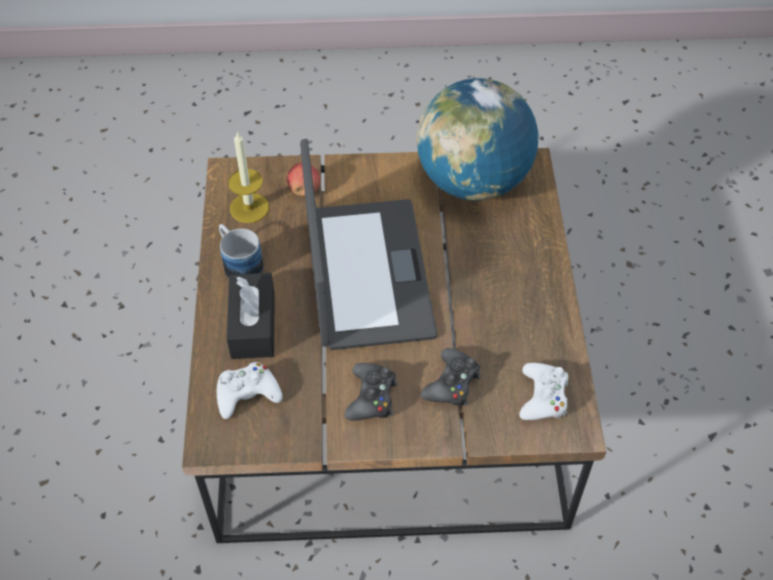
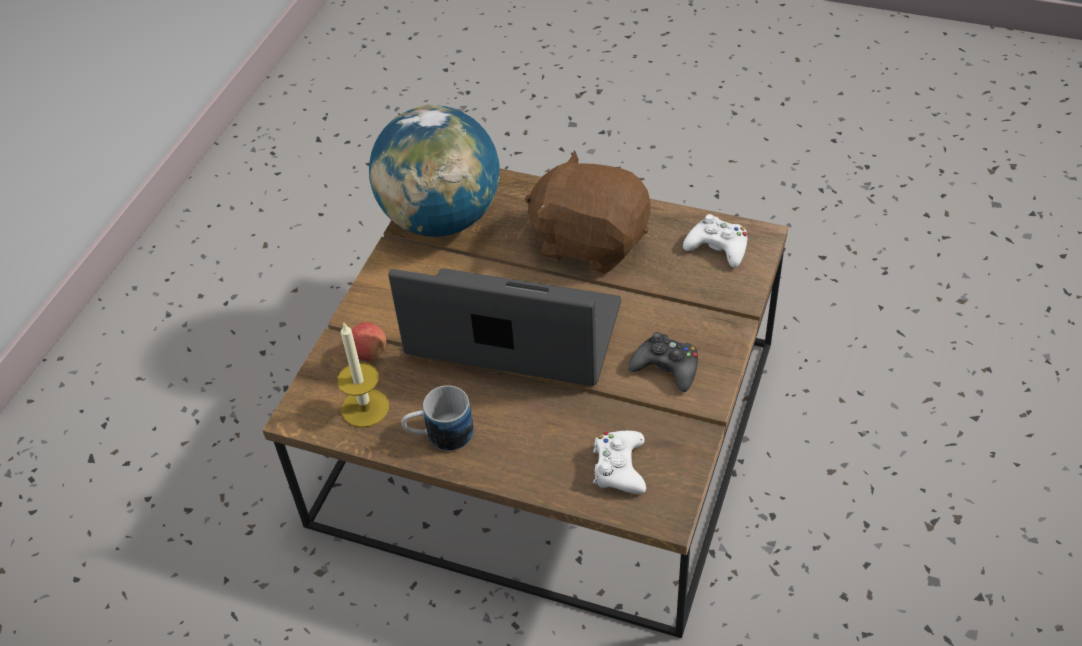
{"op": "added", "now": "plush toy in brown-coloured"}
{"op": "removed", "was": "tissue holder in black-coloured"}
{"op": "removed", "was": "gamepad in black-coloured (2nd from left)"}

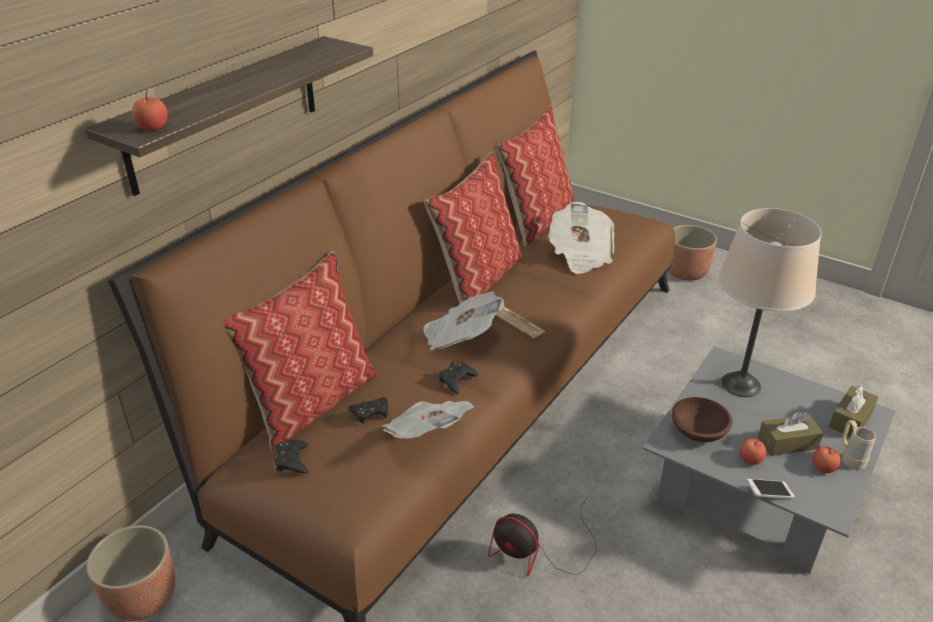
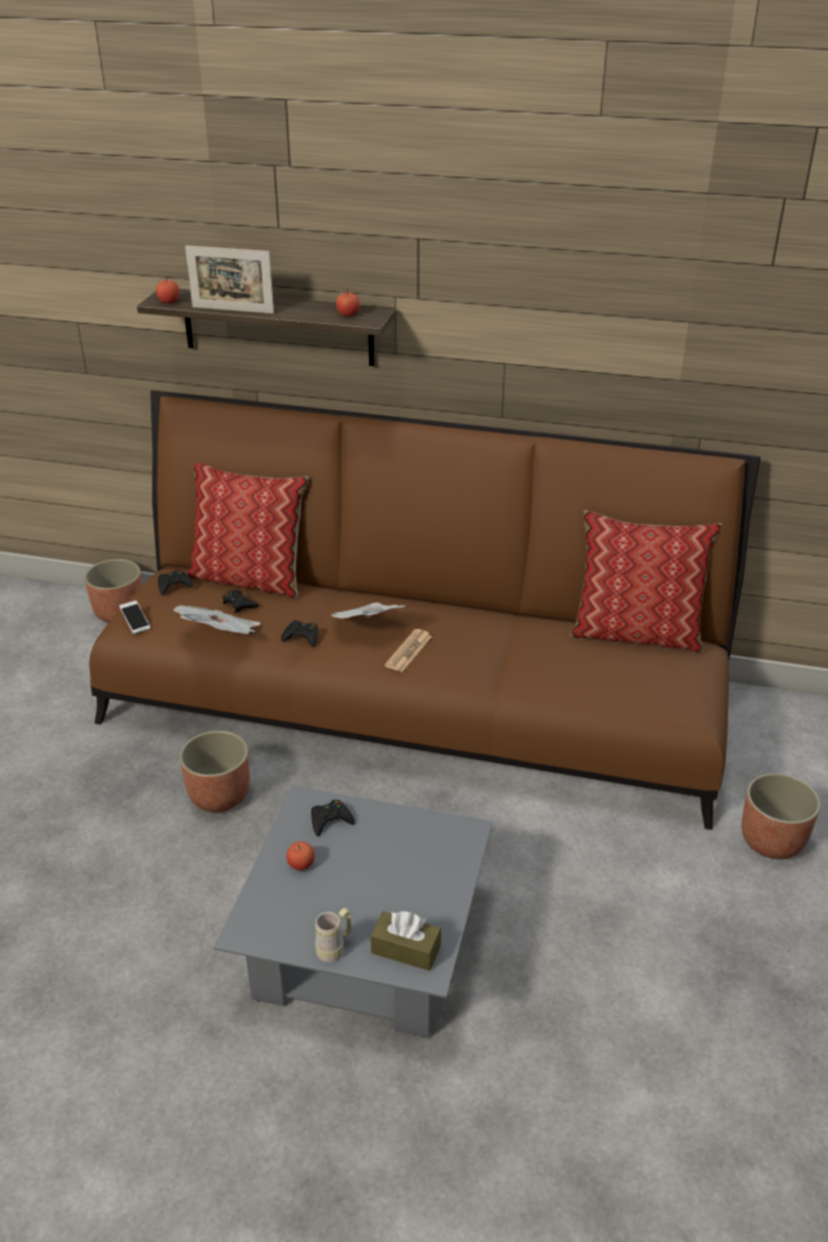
{"op": "moved", "was": "telephone"}
{"op": "replaced", "was": "cooling fan", "now": "planter (2nd from left)"}
{"op": "added", "now": "picture frame"}
{"op": "replaced", "was": "serving bowl in brown-coloured", "now": "gamepad in black-coloured (4th from left)"}
{"op": "moved", "was": "apple fruit (3rd from left)"}
{"op": "removed", "was": "throw pillow (2nd from left)"}
{"op": "removed", "was": "printed paper (4th from left)"}
{"op": "removed", "was": "tabletop lamp in beige-coloured"}
{"op": "removed", "was": "tissue holder in brown-coloured (1st from left)"}

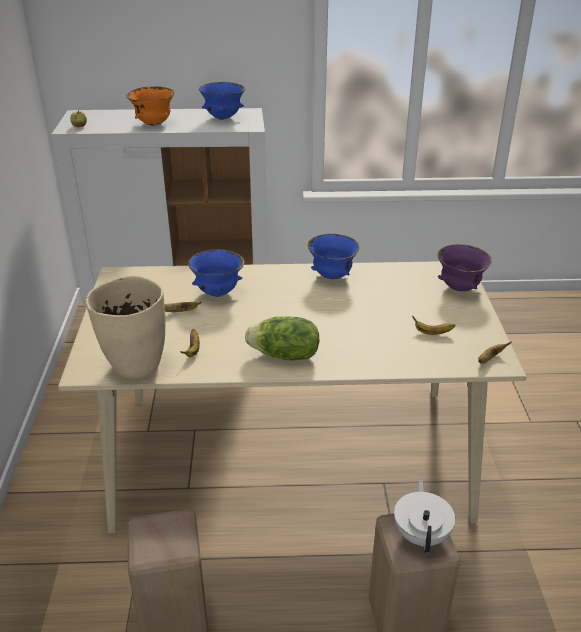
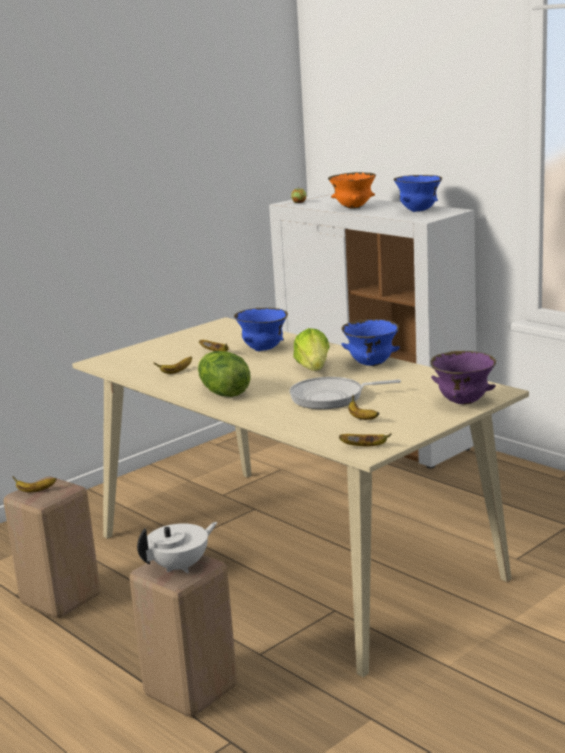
{"op": "added", "now": "banana (1st from left)"}
{"op": "added", "now": "frying pan"}
{"op": "added", "now": "lettuce head (2nd from left)"}
{"op": "removed", "was": "flower vase in beige-coloured"}

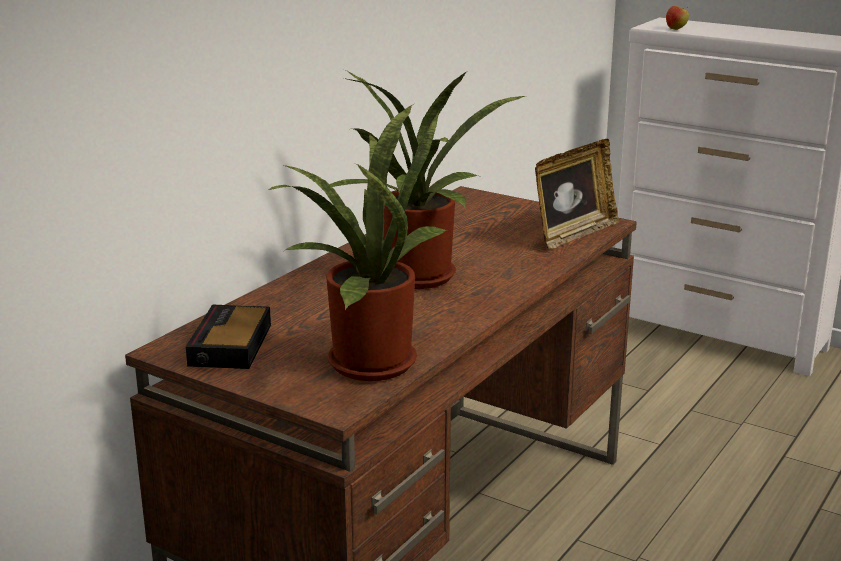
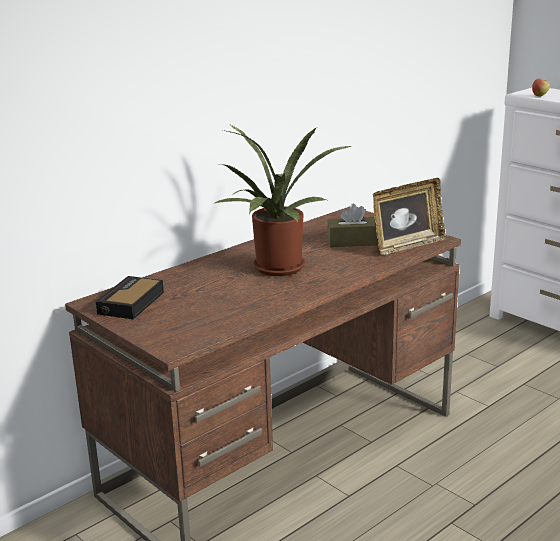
{"op": "added", "now": "tissue holder in brown-coloured"}
{"op": "removed", "was": "plant in a pot (1st from left)"}

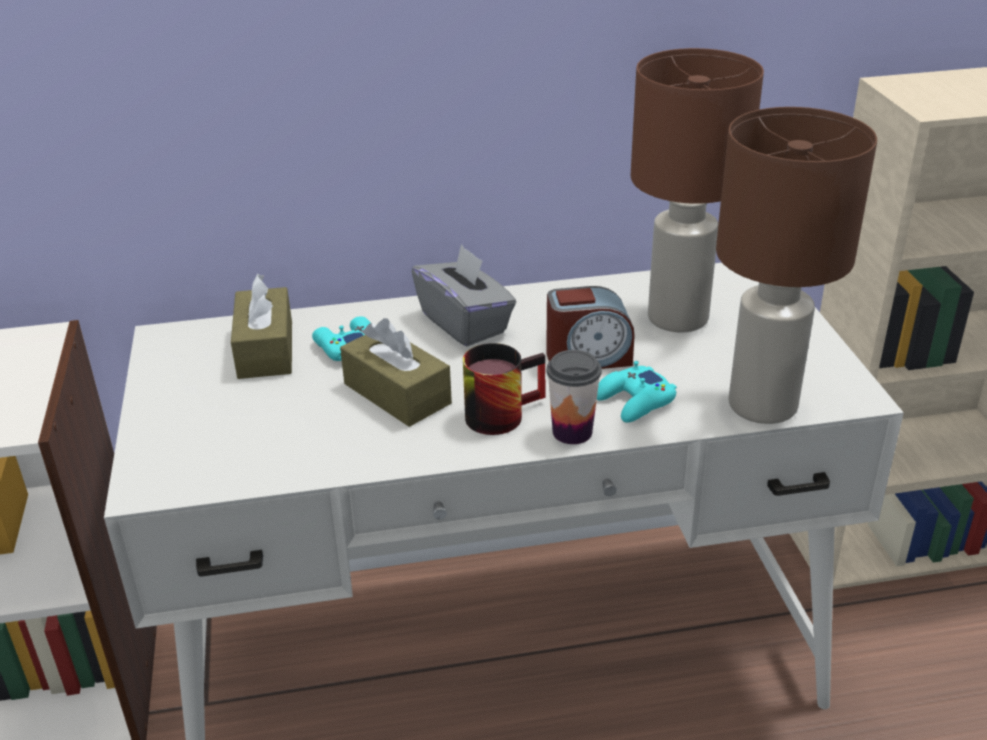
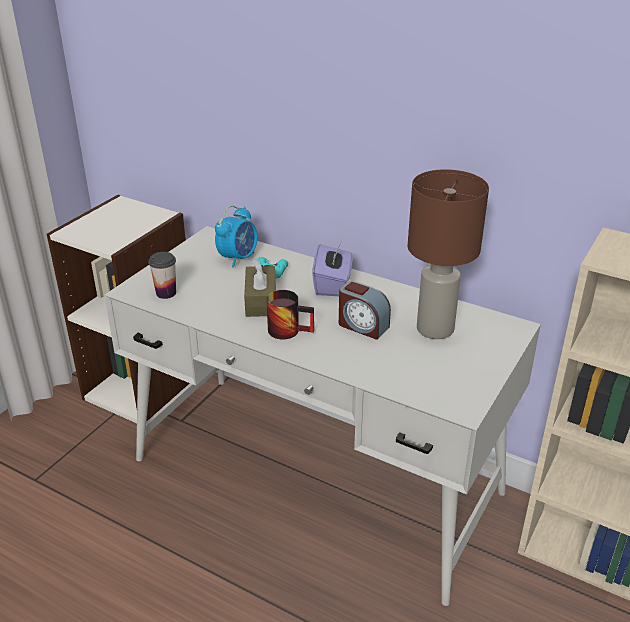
{"op": "moved", "was": "cup"}
{"op": "replaced", "was": "tissue holder in brown-coloured (1st from left)", "now": "bedside clock (1st from left)"}
{"op": "recoloured", "was": "tissue holder in gray", "now": "tissue holder in purple-coloured"}
{"op": "removed", "was": "gamepad in blue-green (2nd from left)"}
{"op": "removed", "was": "tabletop lamp in brown-coloured (2nd from left)"}

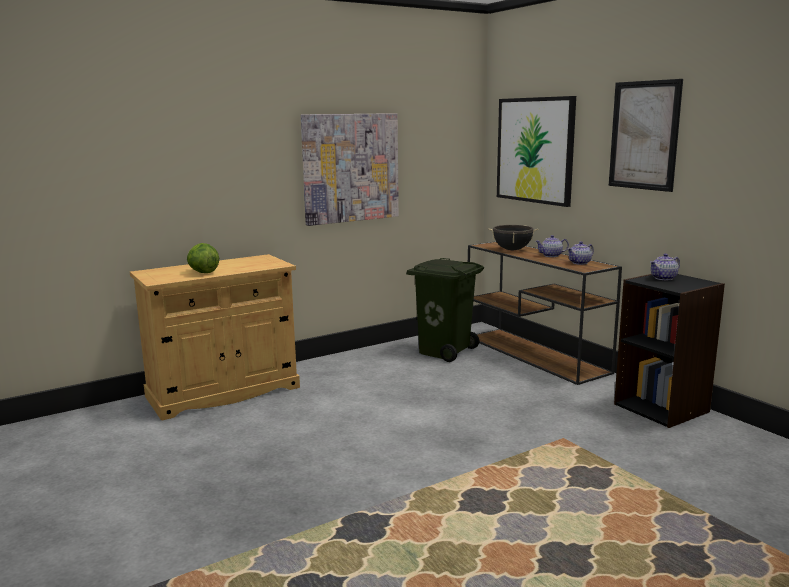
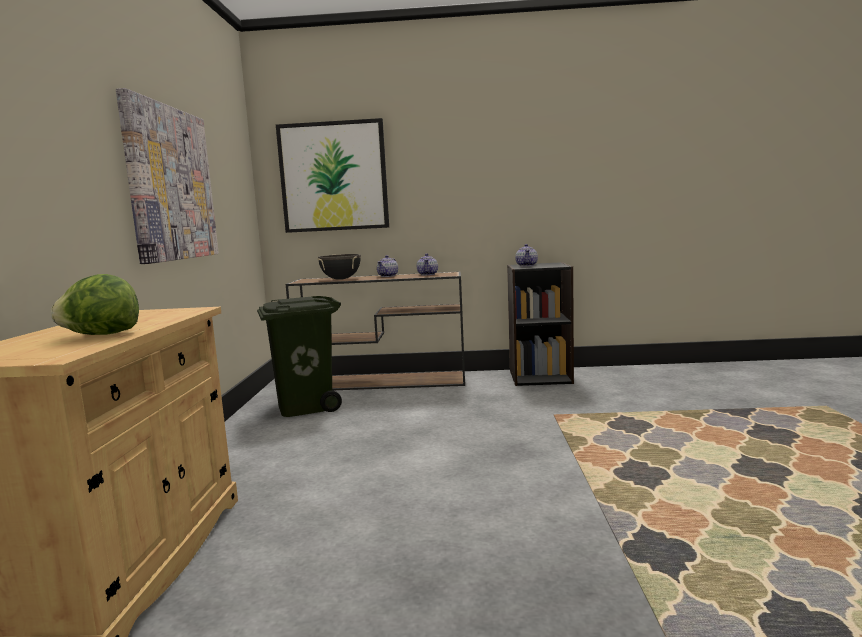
{"op": "removed", "was": "picture (3rd from left)"}

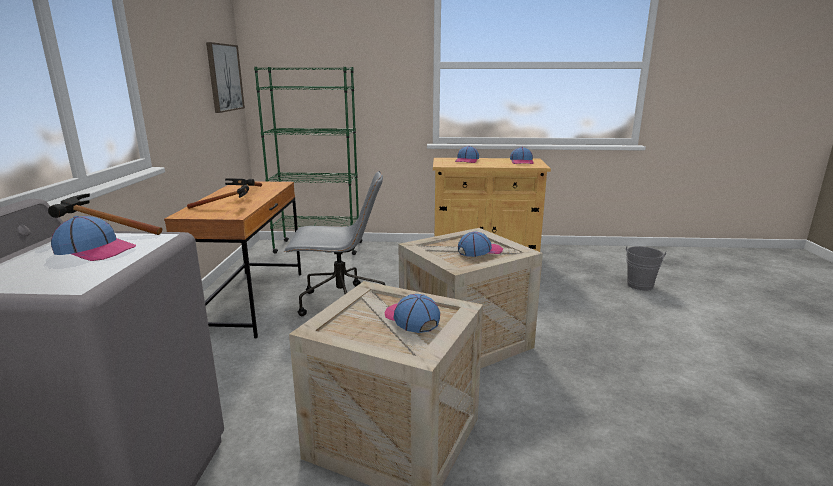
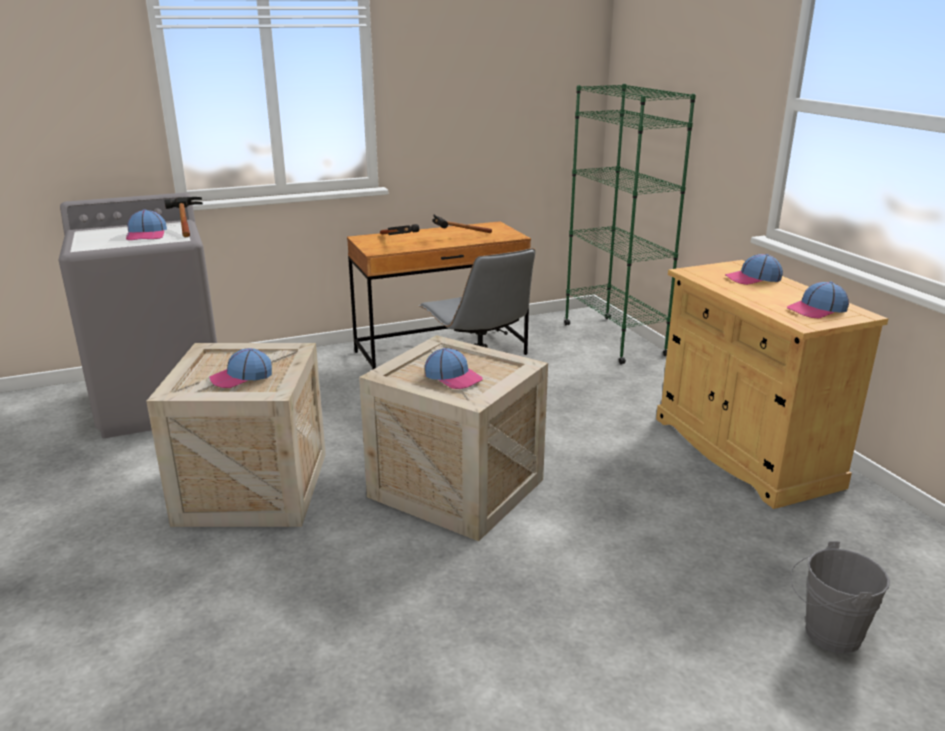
{"op": "turned", "was": "cap (2nd from left)", "clockwise": -150}
{"op": "removed", "was": "picture"}

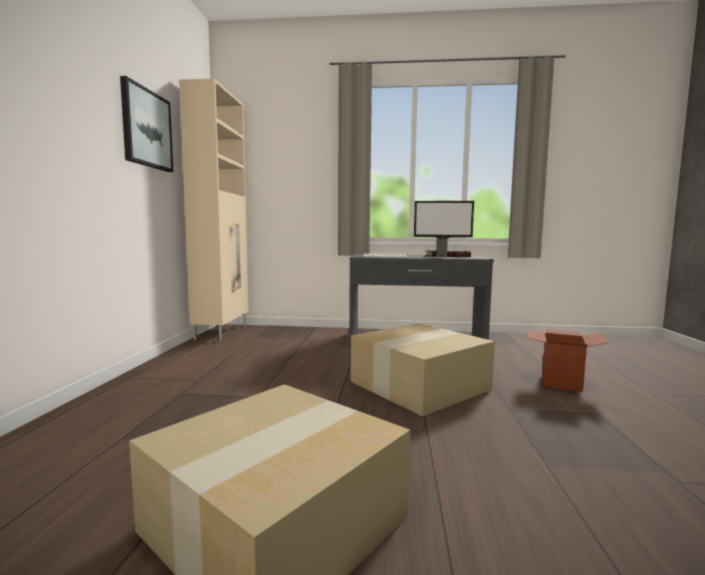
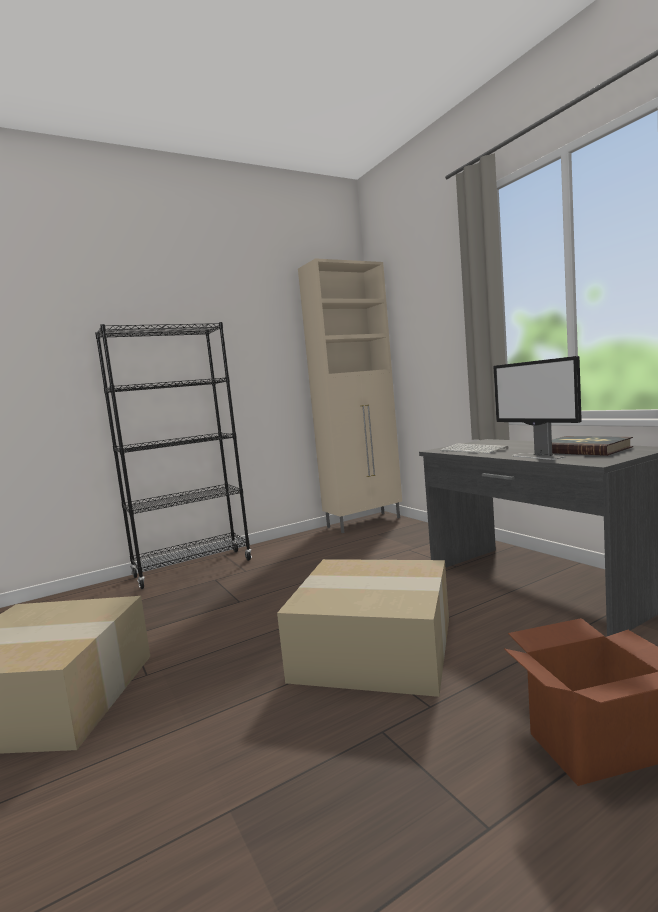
{"op": "added", "now": "bookshelf in black-coloured"}
{"op": "removed", "was": "picture"}

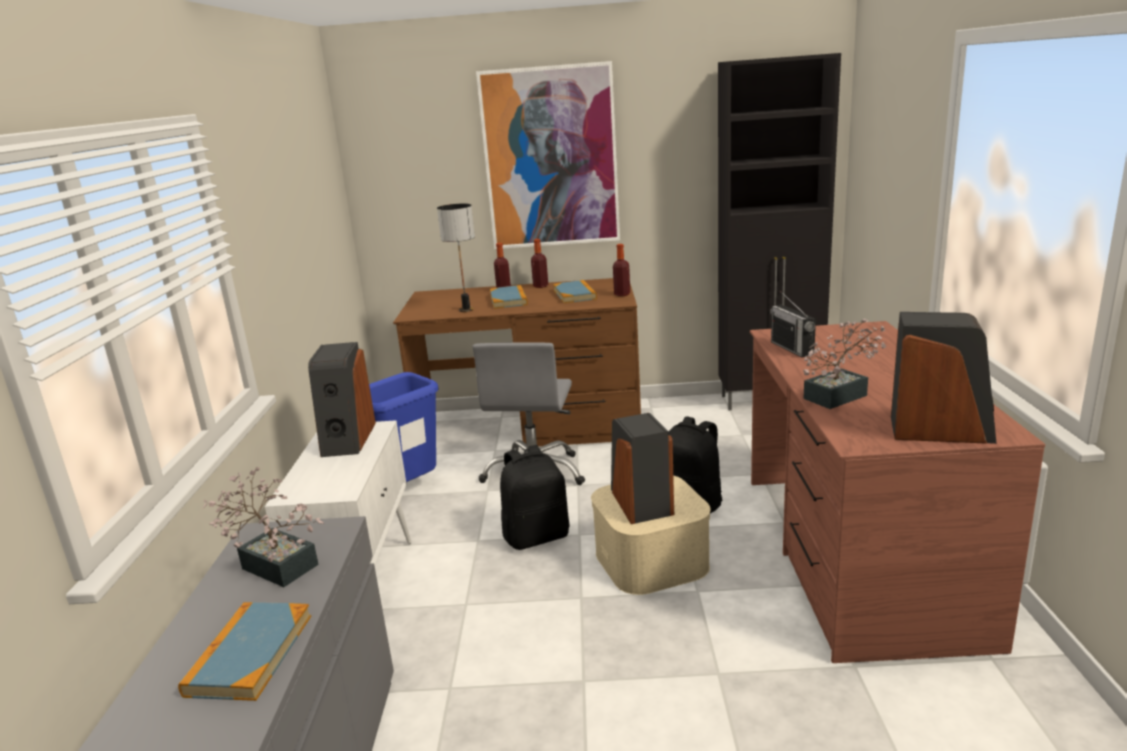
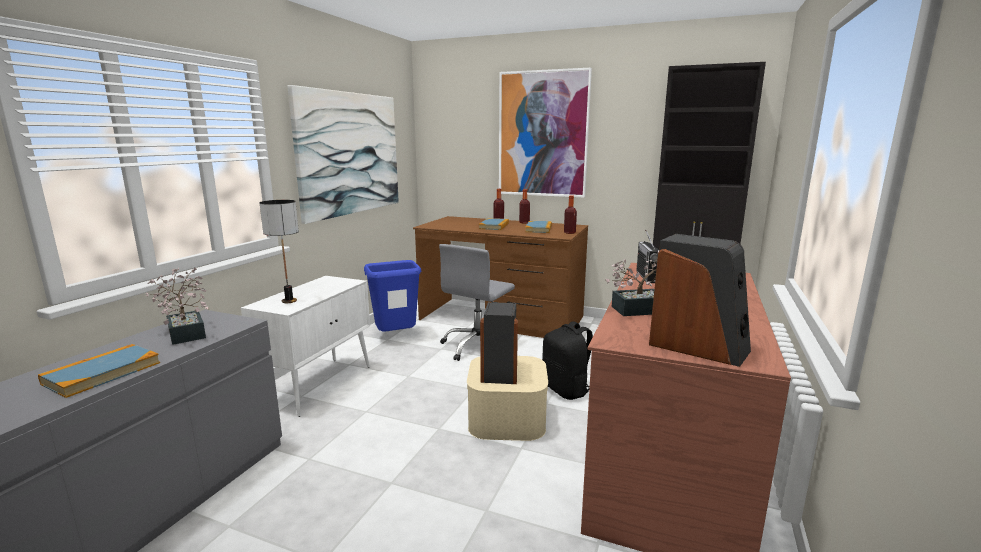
{"op": "moved", "was": "tabletop lamp"}
{"op": "added", "now": "picture (1st from left)"}
{"op": "removed", "was": "audio speaker (1st from left)"}
{"op": "removed", "was": "knapsack in black-coloured (1st from left)"}

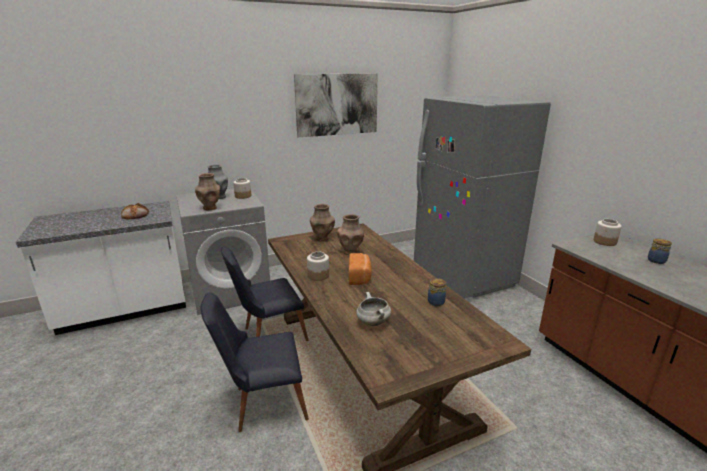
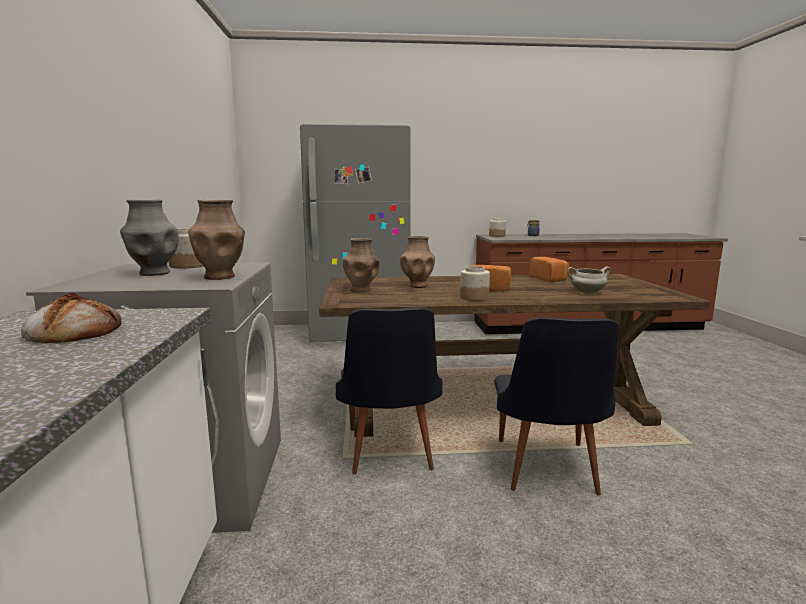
{"op": "replaced", "was": "storage jar (3rd from left)", "now": "bakery bread (3rd from left)"}
{"op": "removed", "was": "picture"}

